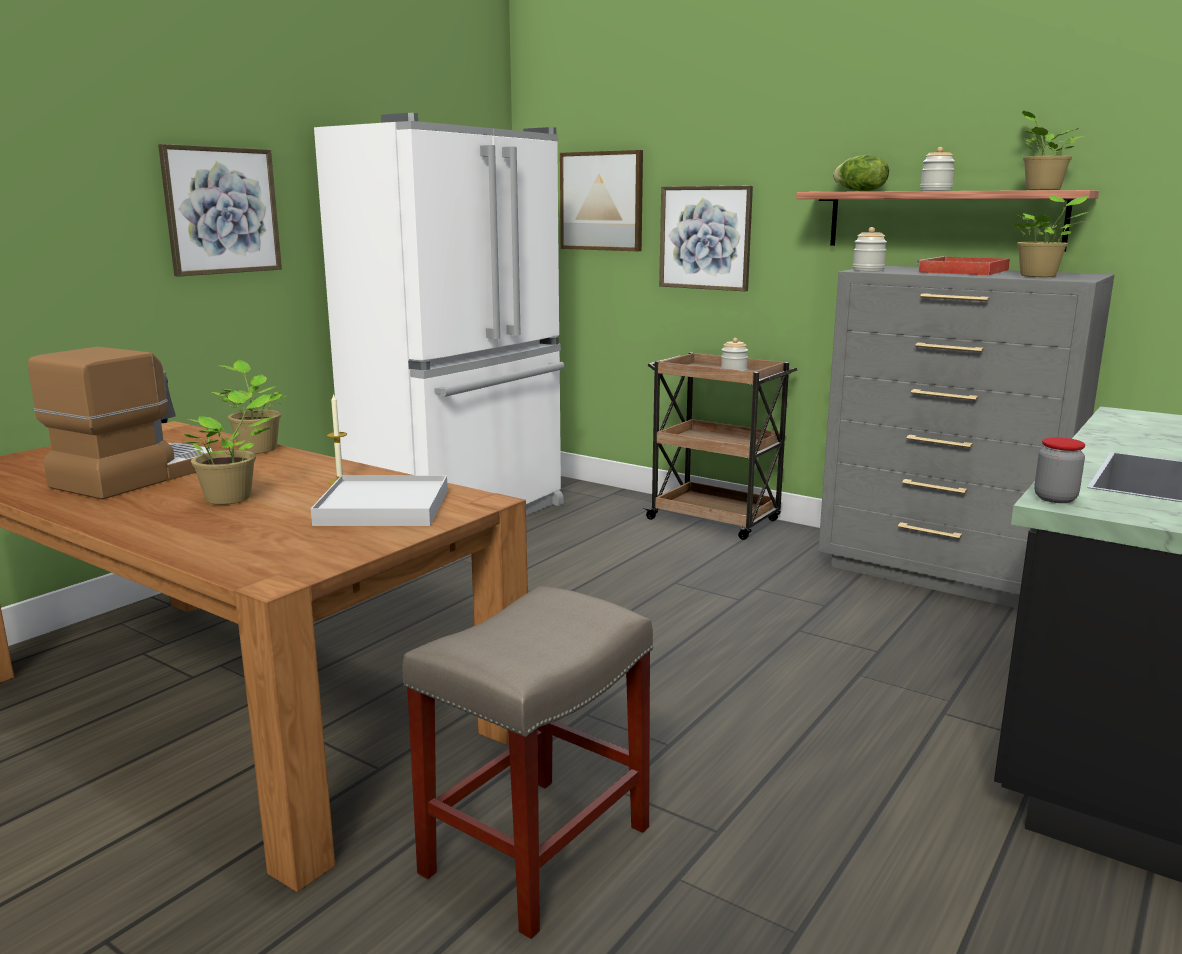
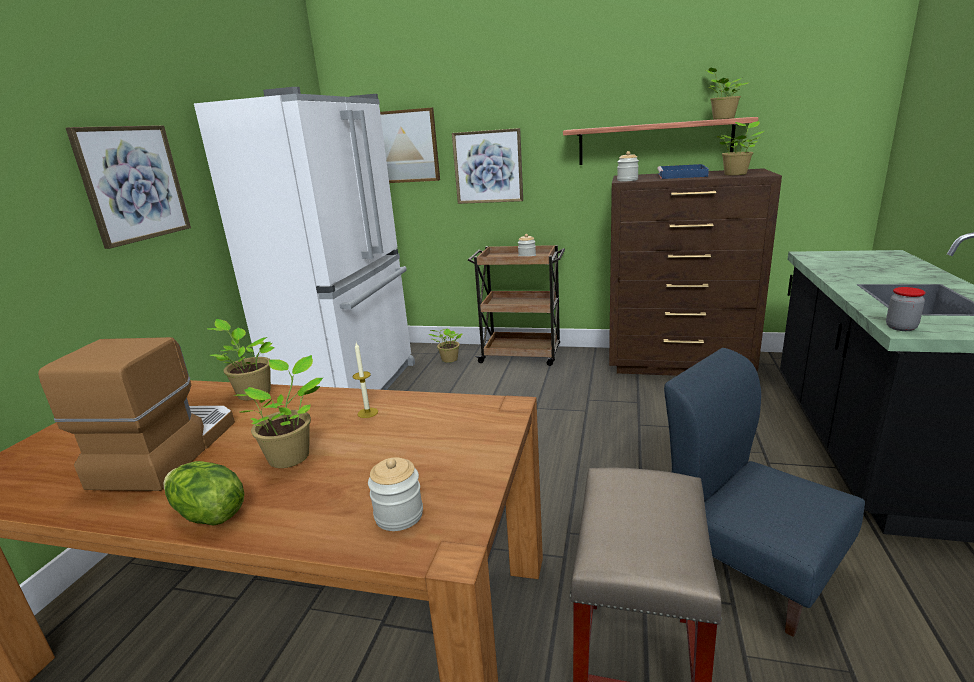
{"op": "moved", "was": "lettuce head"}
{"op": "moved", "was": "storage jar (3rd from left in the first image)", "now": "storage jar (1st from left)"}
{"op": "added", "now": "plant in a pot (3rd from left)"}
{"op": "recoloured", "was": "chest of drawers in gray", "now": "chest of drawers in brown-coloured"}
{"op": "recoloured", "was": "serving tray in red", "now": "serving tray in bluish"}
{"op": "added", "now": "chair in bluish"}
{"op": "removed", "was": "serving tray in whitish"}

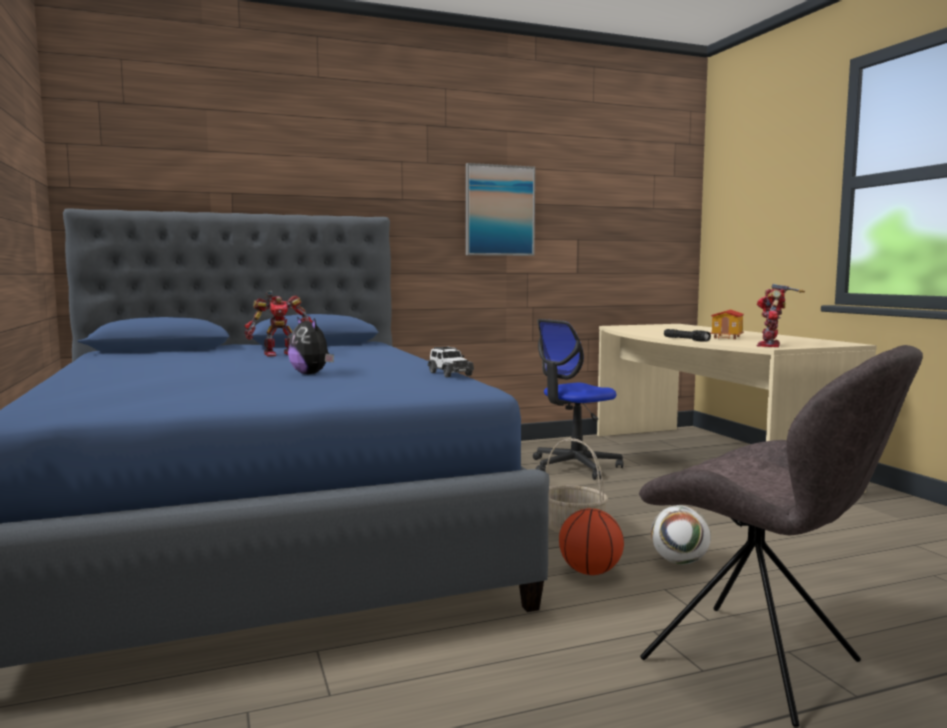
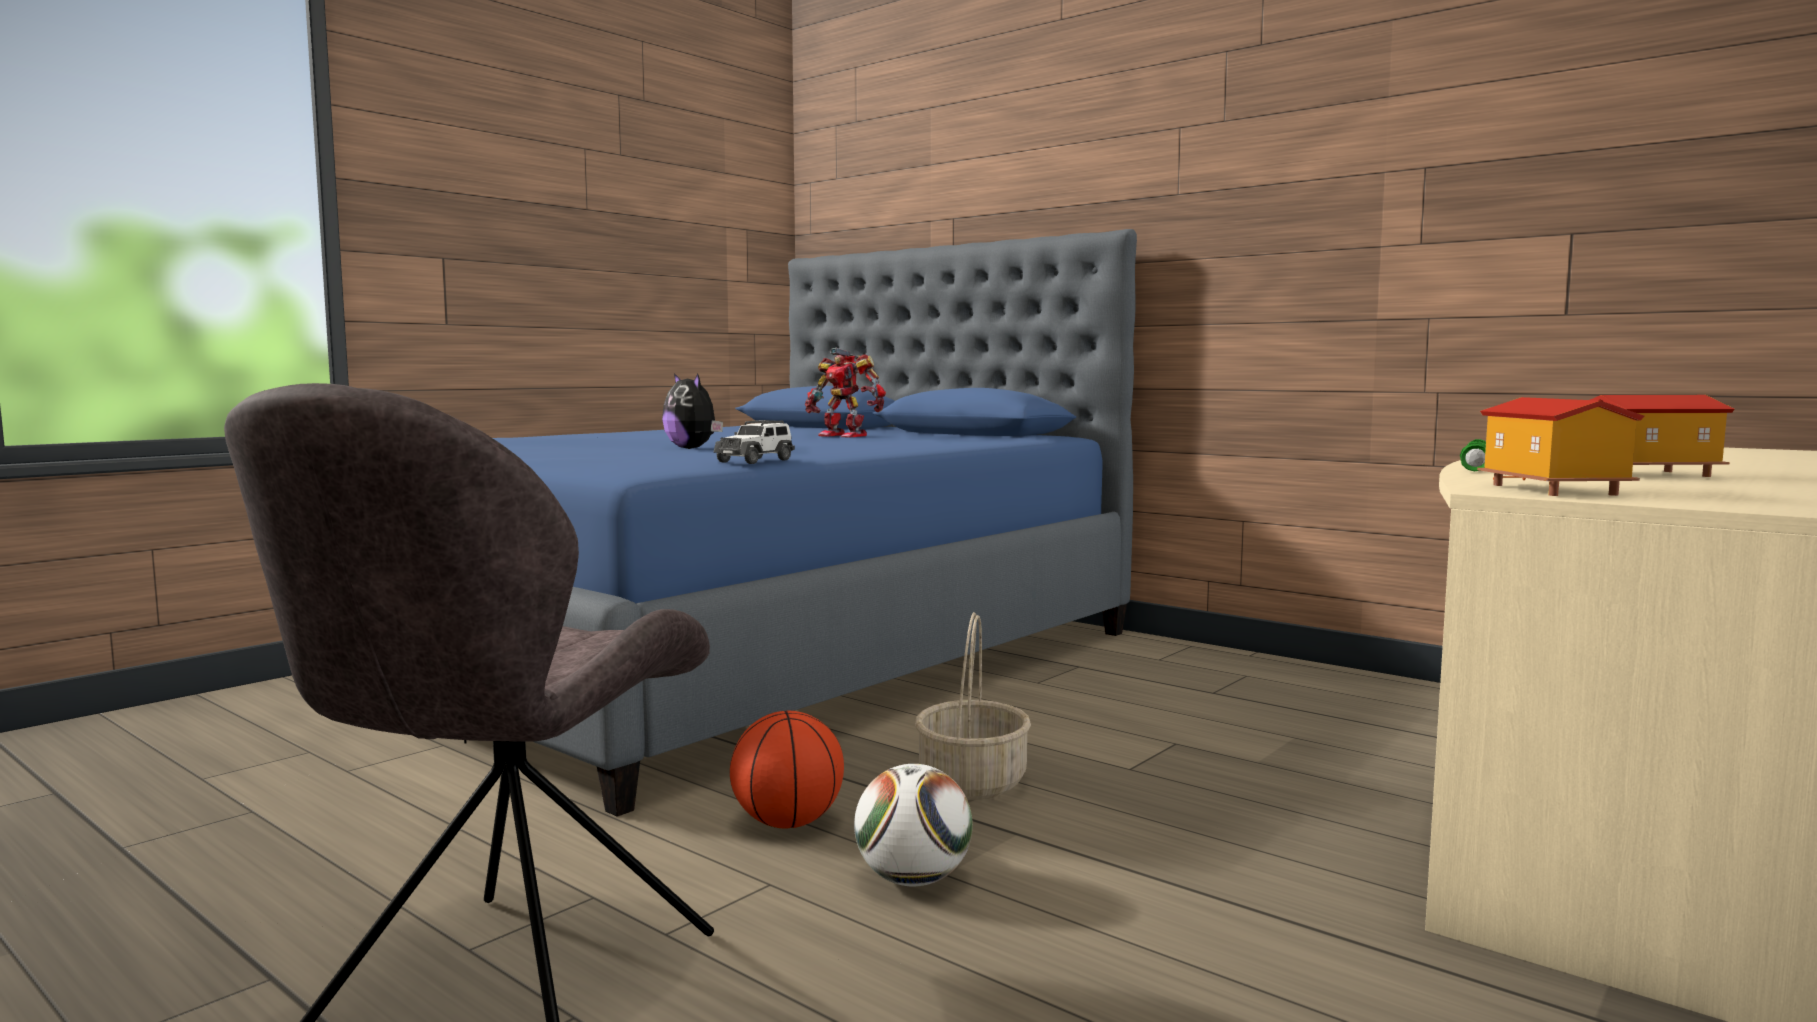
{"op": "turned", "was": "plush toy", "clockwise": -60}
{"op": "recoloured", "was": "flashlight in black-coloured", "now": "flashlight in greenish"}
{"op": "replaced", "was": "robot figure (2nd from left)", "now": "model house (1st from left)"}
{"op": "removed", "was": "picture"}
{"op": "removed", "was": "computer chair"}

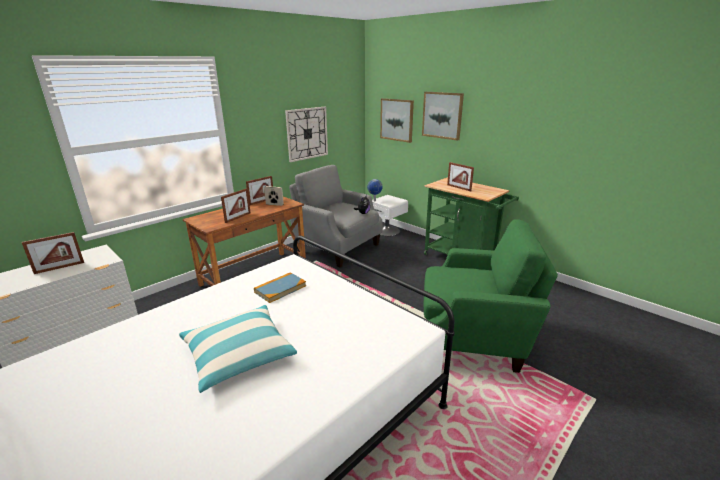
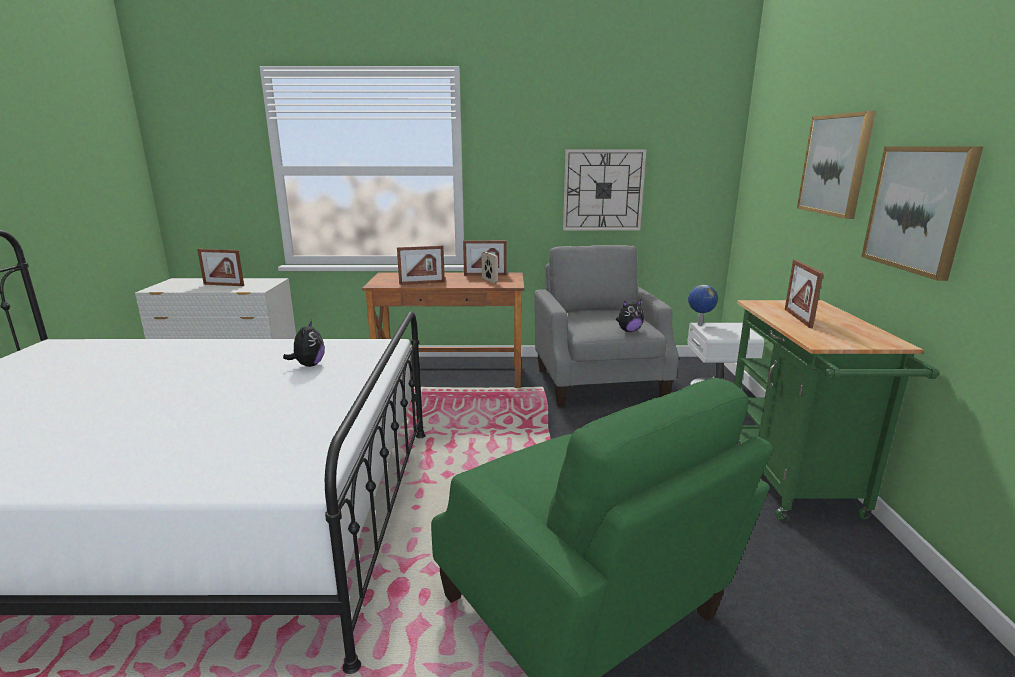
{"op": "replaced", "was": "book", "now": "plush toy (1st from left)"}
{"op": "moved", "was": "picture (1st from left in the first image)", "now": "picture (2nd from left)"}
{"op": "removed", "was": "throw pillow"}

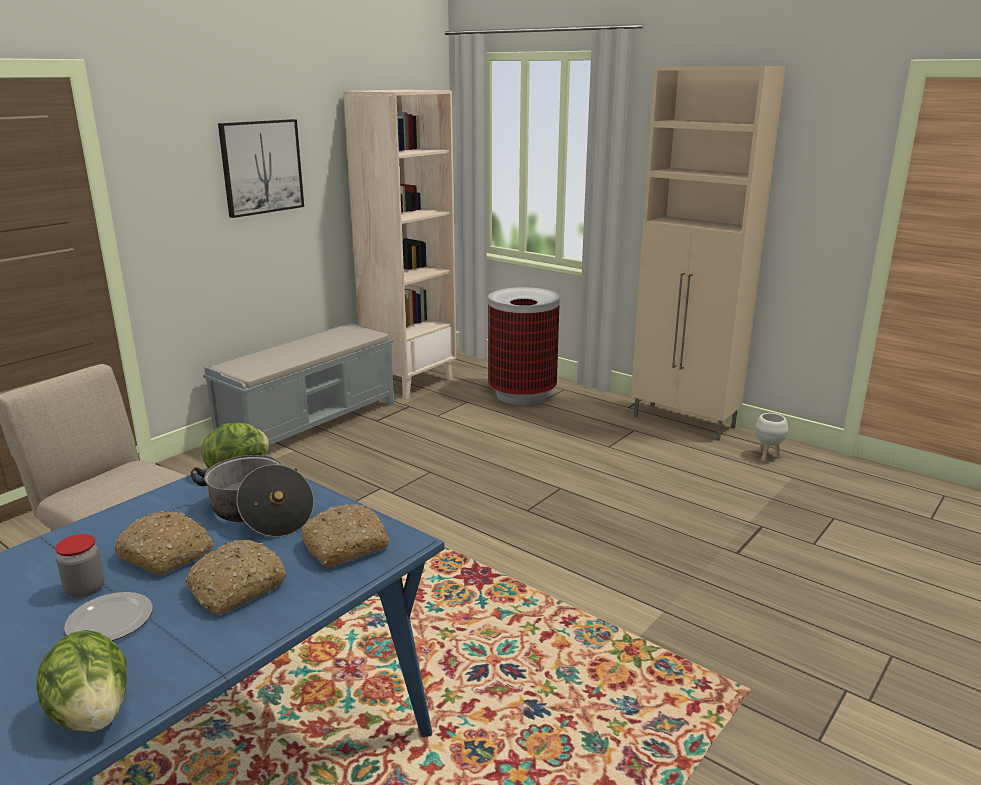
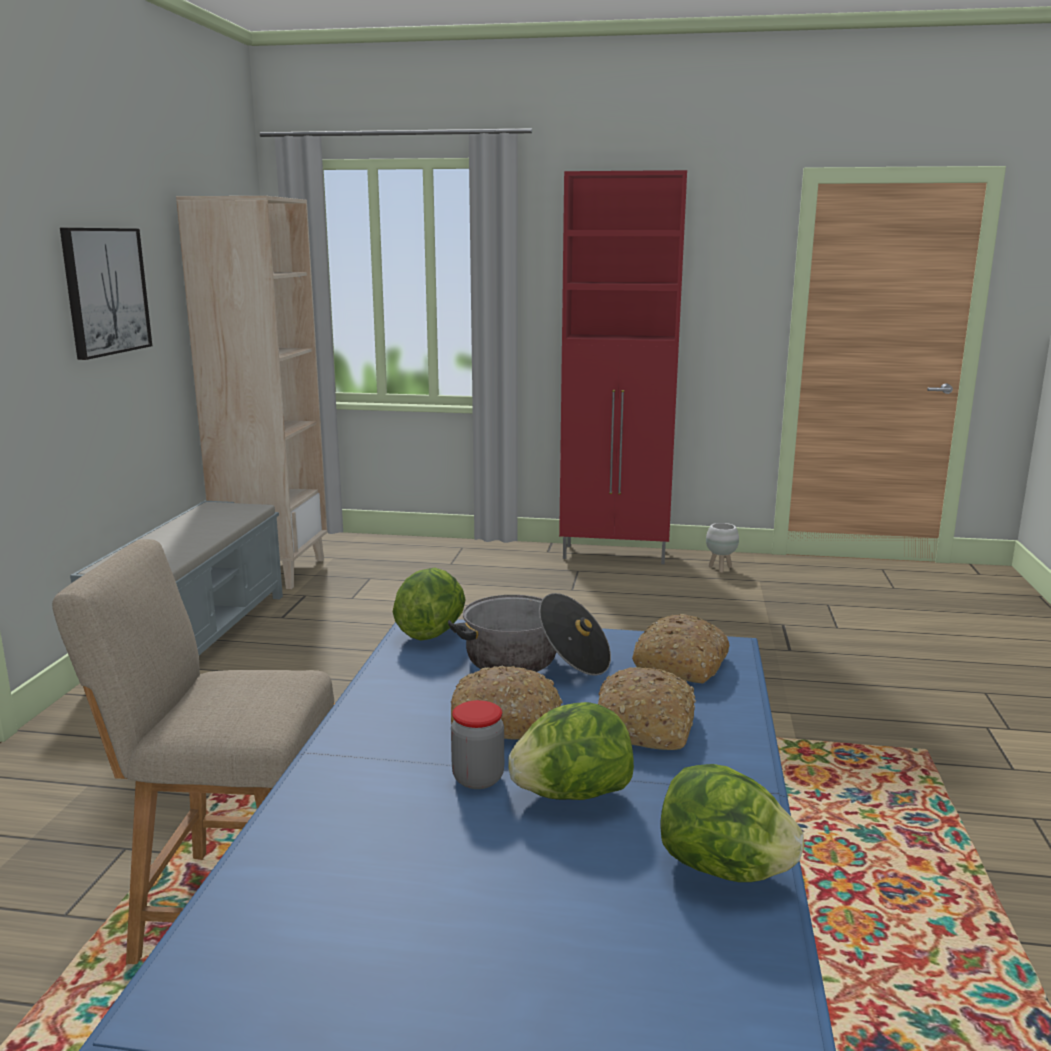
{"op": "replaced", "was": "dinner plate", "now": "lettuce head (2nd from left)"}
{"op": "recoloured", "was": "storage cabinet in beige-coloured", "now": "storage cabinet in red"}
{"op": "removed", "was": "rubbish bin"}

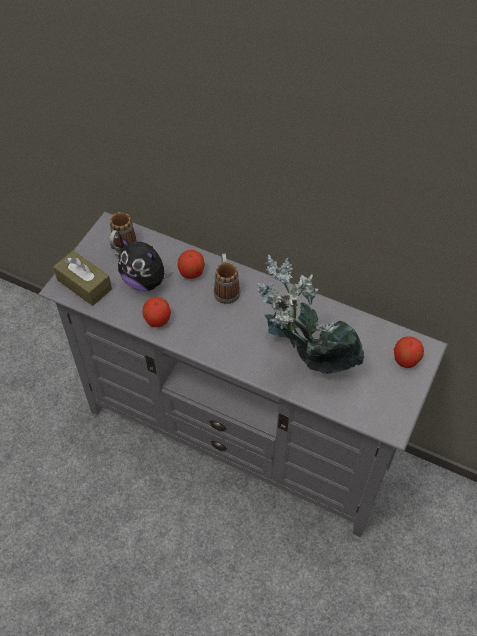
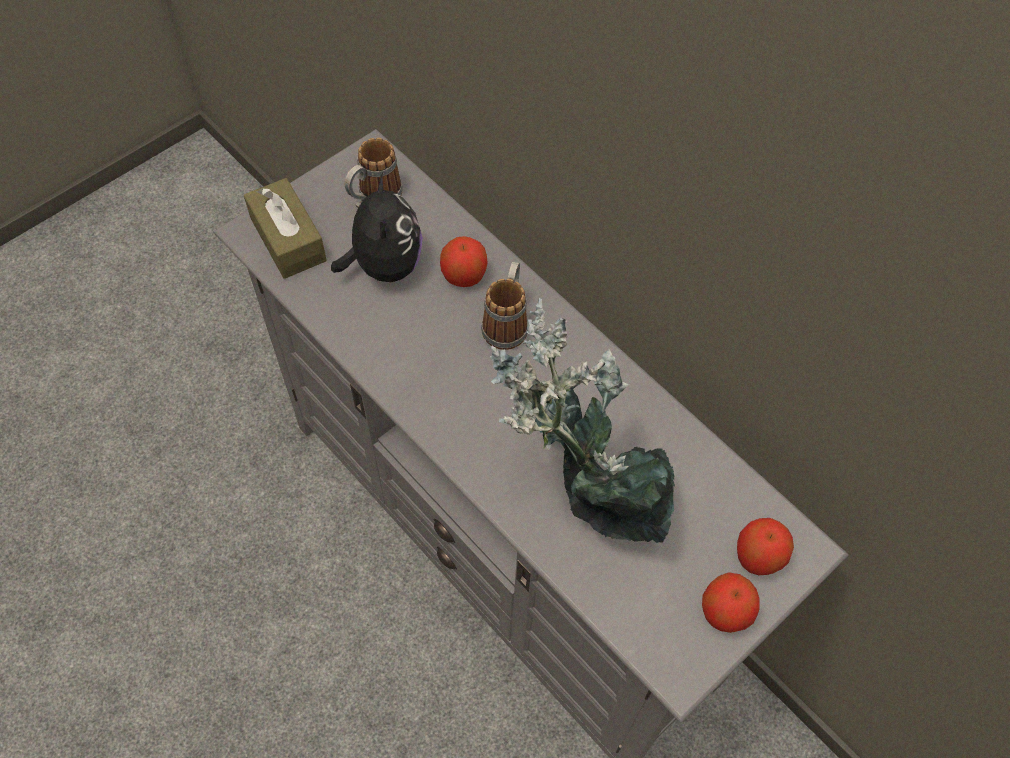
{"op": "turned", "was": "plush toy", "clockwise": -150}
{"op": "moved", "was": "apple fruit (1st from left in the first image)", "now": "apple fruit (2nd from left)"}

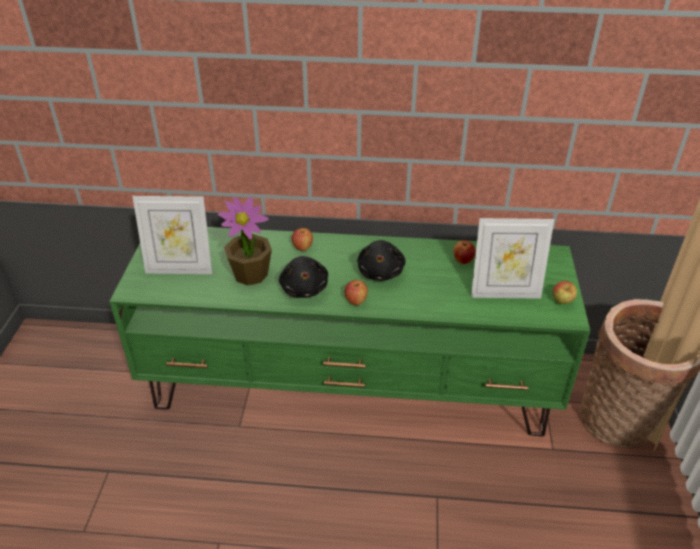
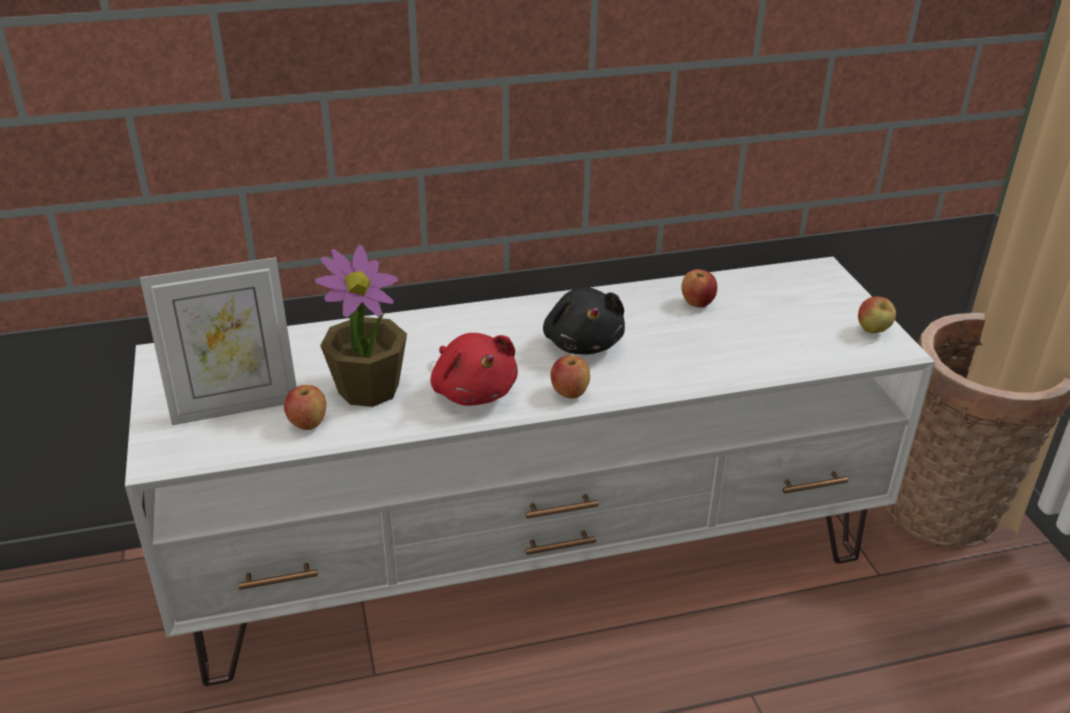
{"op": "recoloured", "was": "tv stand in greenish", "now": "tv stand in whitish"}
{"op": "moved", "was": "apple fruit (1st from left)"}
{"op": "recoloured", "was": "plush toy in black-coloured (1st from left)", "now": "plush toy in red"}
{"op": "removed", "was": "picture frame (2nd from left)"}

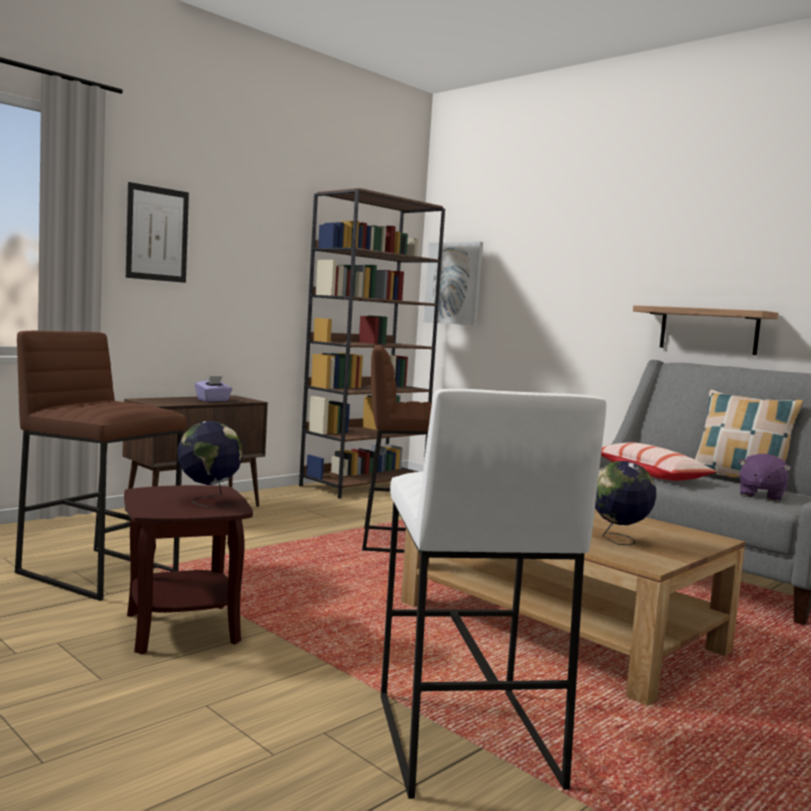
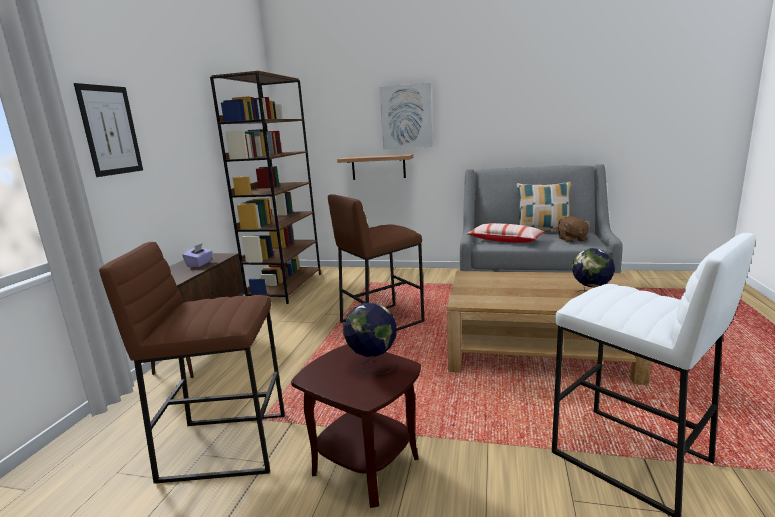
{"op": "moved", "was": "wall shelf"}
{"op": "moved", "was": "picture (2nd from left)"}
{"op": "recoloured", "was": "plush toy in purple-coloured", "now": "plush toy in brown-coloured"}

